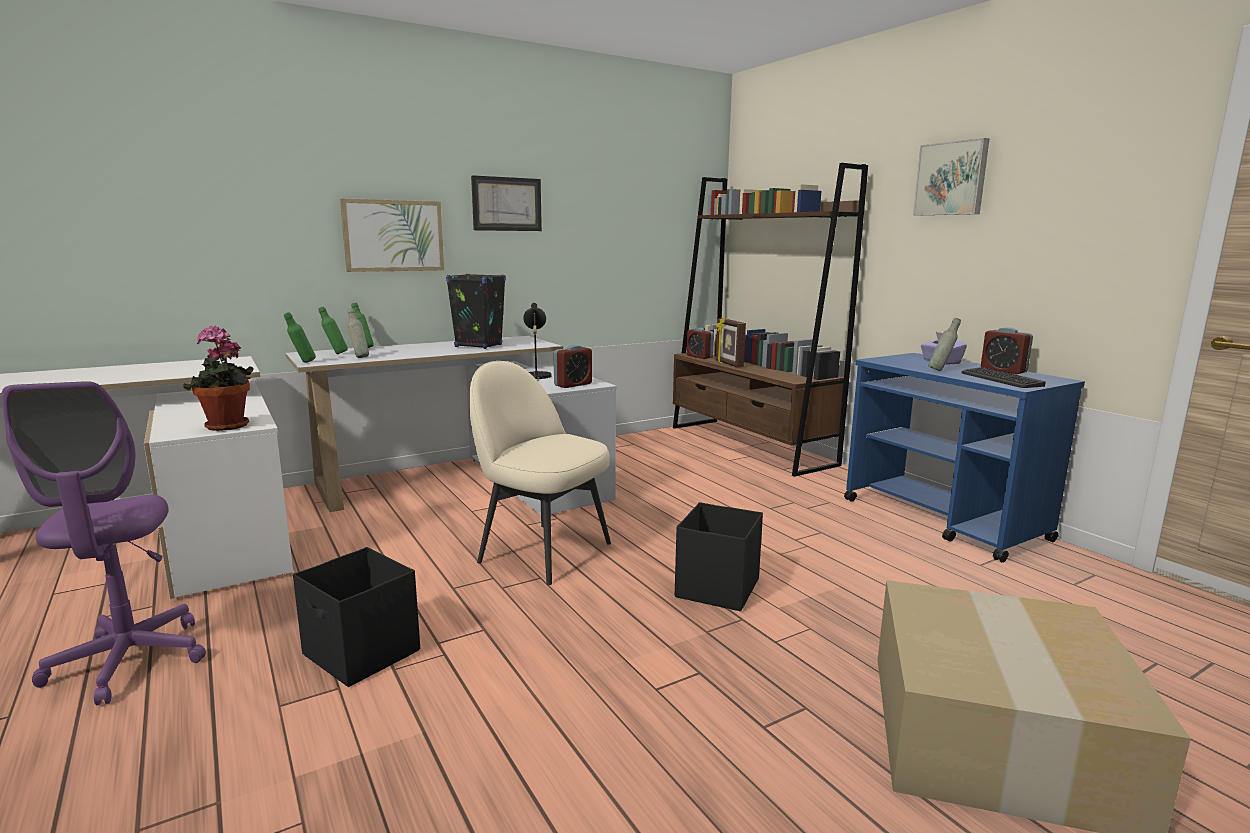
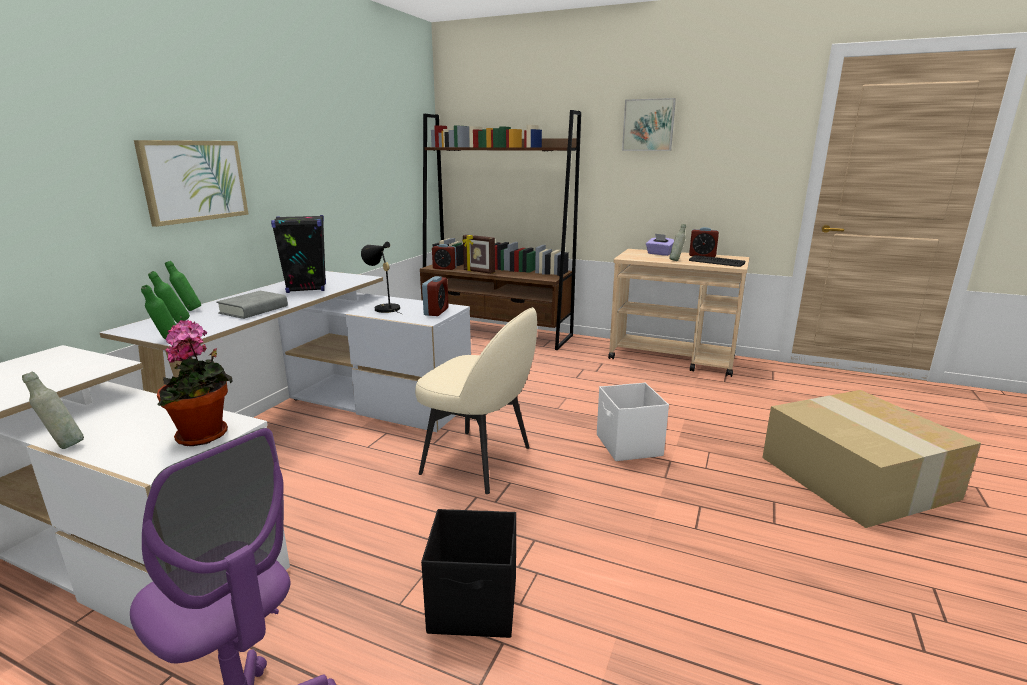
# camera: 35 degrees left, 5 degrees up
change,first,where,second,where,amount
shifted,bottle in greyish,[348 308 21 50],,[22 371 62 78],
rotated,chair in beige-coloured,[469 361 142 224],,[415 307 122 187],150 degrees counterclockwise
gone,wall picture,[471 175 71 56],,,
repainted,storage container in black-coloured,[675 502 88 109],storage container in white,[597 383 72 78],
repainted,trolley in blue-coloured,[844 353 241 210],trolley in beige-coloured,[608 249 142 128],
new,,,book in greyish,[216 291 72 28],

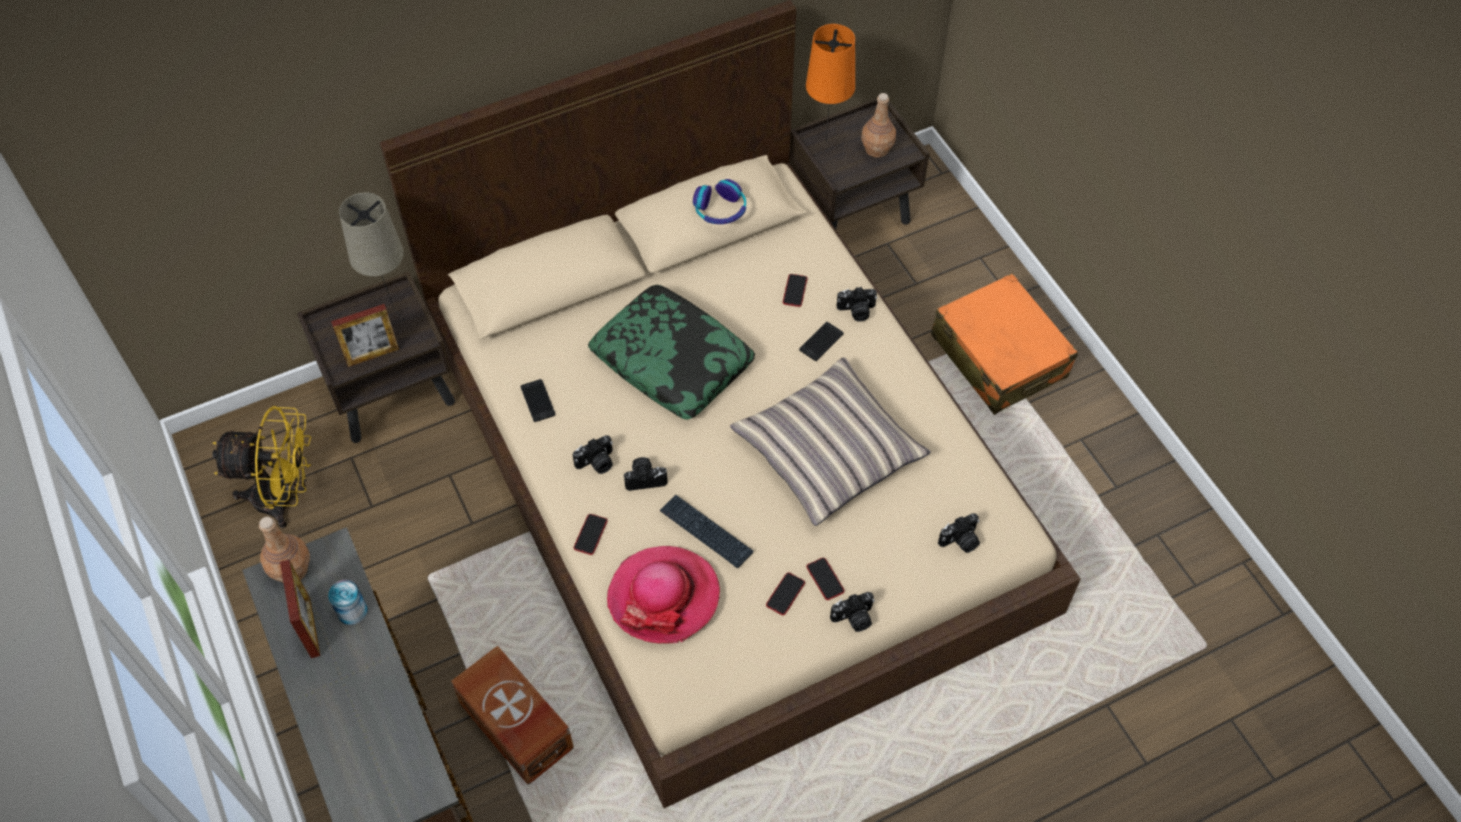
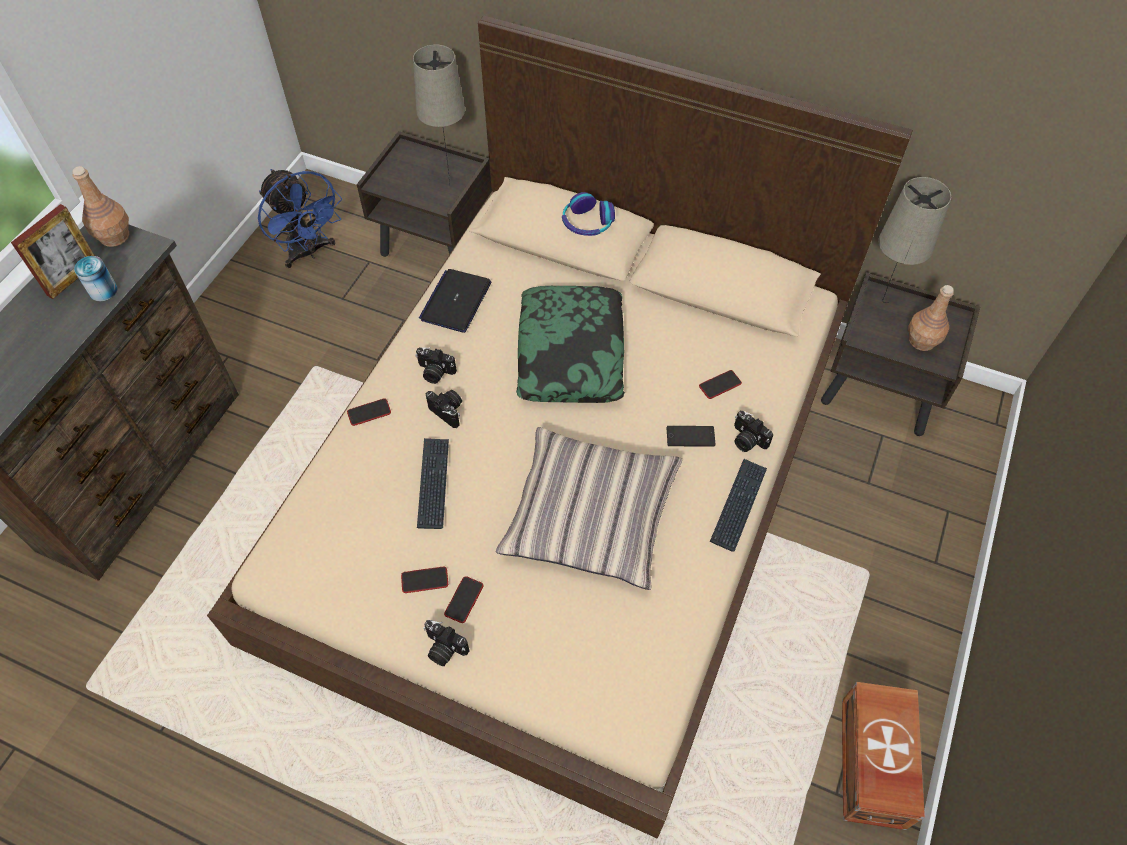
# camera: 50 degrees right, 0 degrees up
change,first,where,second,where,amount
repainted,electric fan in yellowish,[212 406 99 122],electric fan in blue-coloured,[258 169 84 99],
gone,picture frame,[331 304 68 63],,,
shifted,storage container in brown-coloured,[451 646 123 139],,[842 682 83 148],
swapped,handset,[520 379 36 43],notebook computer,[419 269 72 64],
gone,wearable hat,[607 546 113 98],,,
shifted,pair of headphones,[693 179 53 45],,[562 192 53 44],
repainted,table lamp in orange,[806 24 49 118],table lamp in beige-coloured,[878 177 73 126],
gone,piece of luggage in orange,[931 273 147 142],,,
gone,still camera,[938 513 42 40],,,
new,,,keyboard,[710 459 57 93],

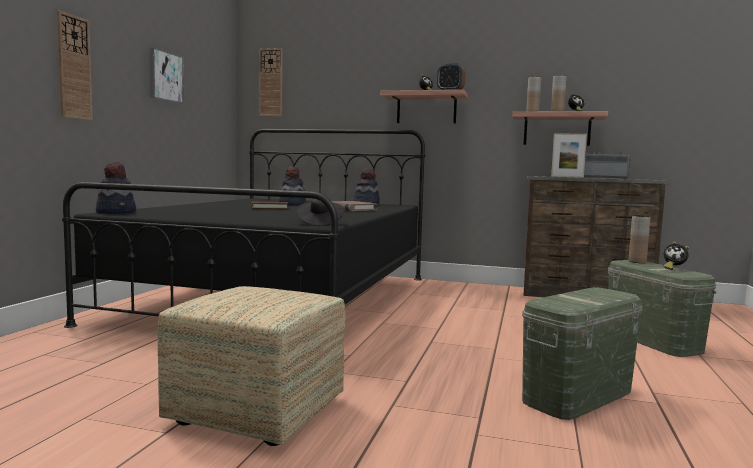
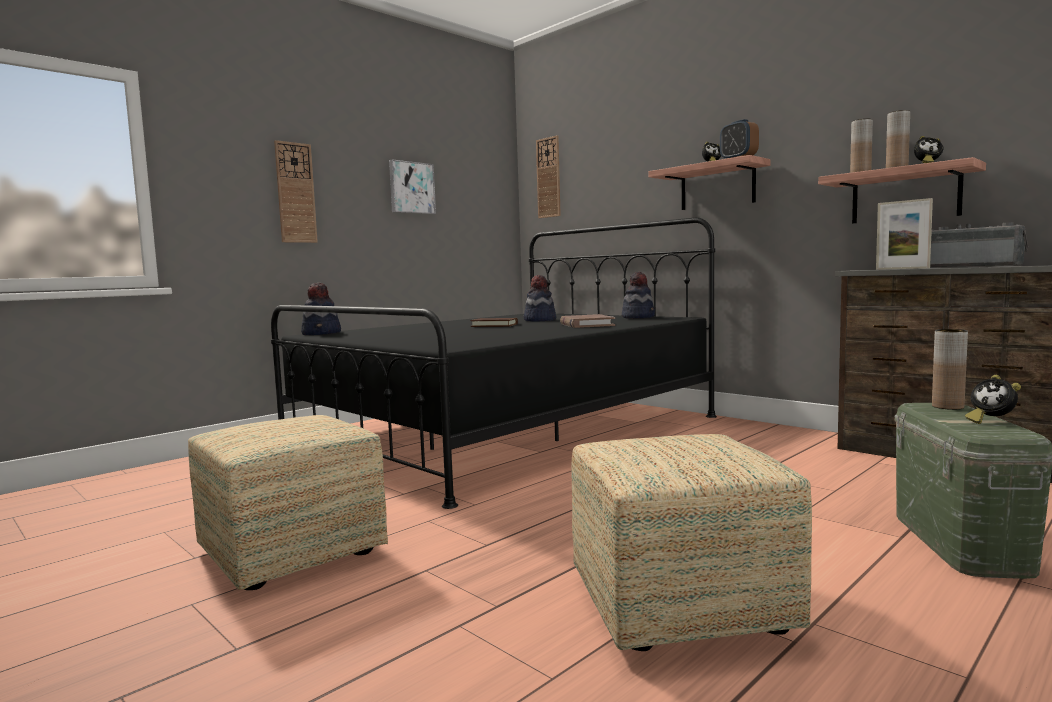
# camera: 30 degrees right, 0 degrees up
change,first,where,second,where,amount
gone,wearable hat in black-coloured,[296 198 48 28],,,
swapped,storage container in green,[522 287 121 133],footrest,[571 434 241 217],

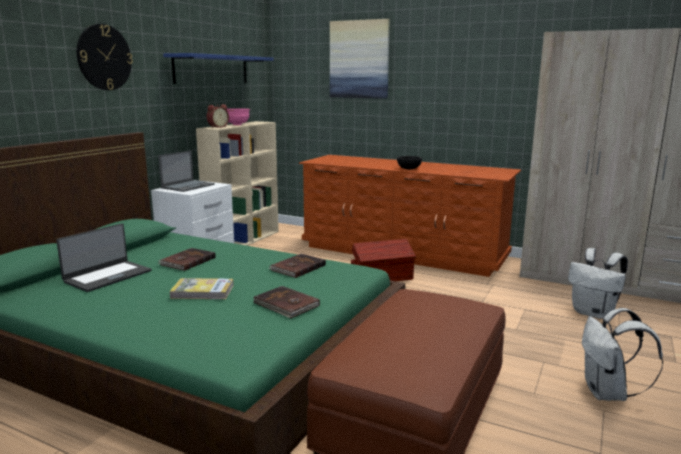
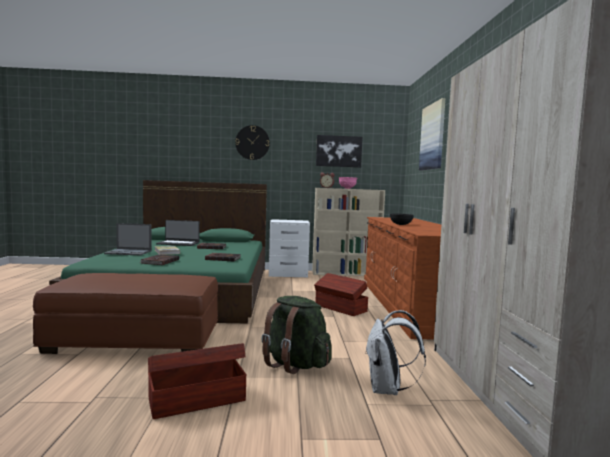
# camera: 60 degrees right, 10 degrees down
change,first,where,second,where,amount
shifted,notebook computer,[158 150 57 42],,[104 223 48 33],
swapped,shelf in blue-coloured,[163 53 111 31],wall picture,[316 135 47 33],
swapped,knapsack in white,[582 308 81 93],storage container in brown-coloured,[148 343 98 76],
new,,,knapsack in green,[261 296 71 78],

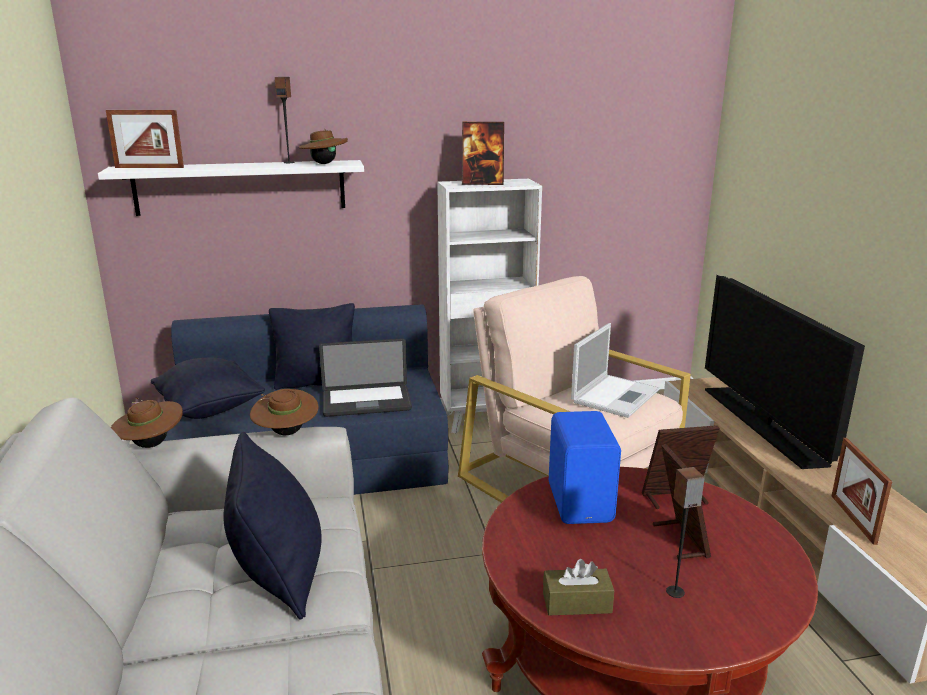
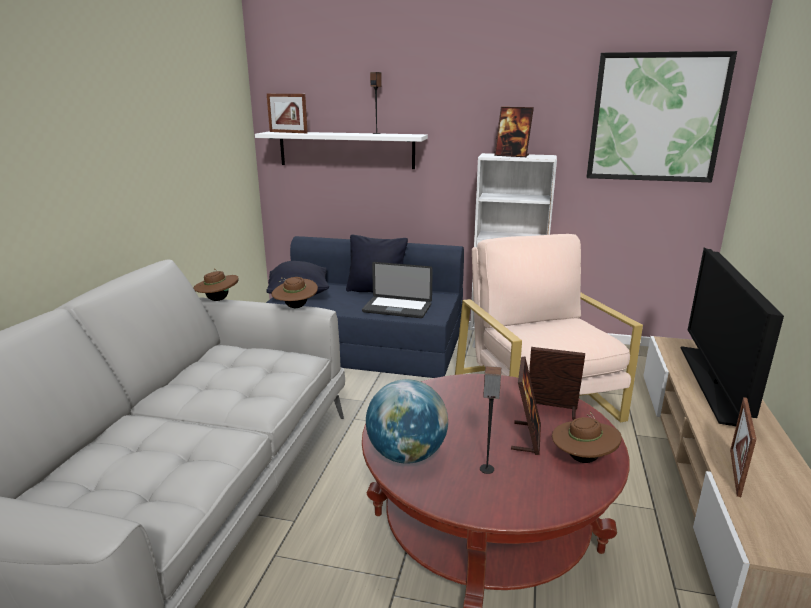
# camera: 25 degrees right, 0 degrees up
change,first,where,second,where,amount
gone,cushion in black-coloured,[223 432 99 187],,,
shifted,wearable hat in brown-coloured,[298 129 50 35],,[552 412 70 51],
swapped,tissue box in brown-coloured,[543 559 71 56],world globe,[366 379 82 85],
gone,audio speaker in blue-coloured,[549 411 72 113],,,
gone,notebook computer,[571 323 89 95],,,
new,,,wall picture,[587 51 150 131],

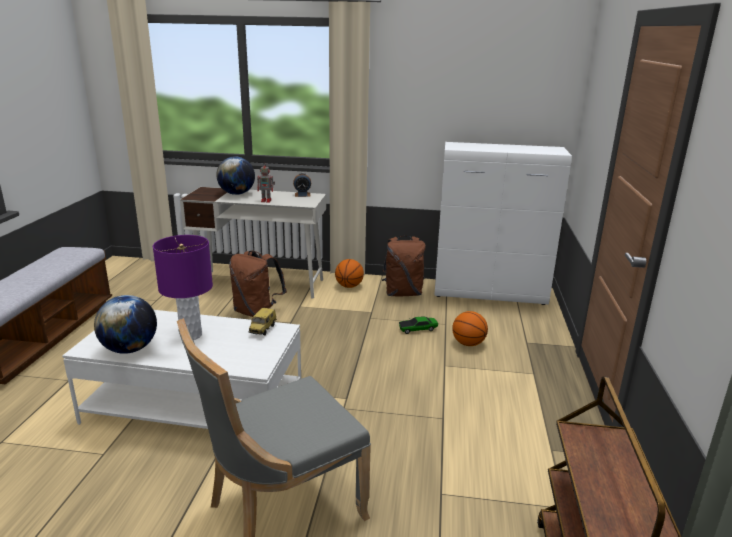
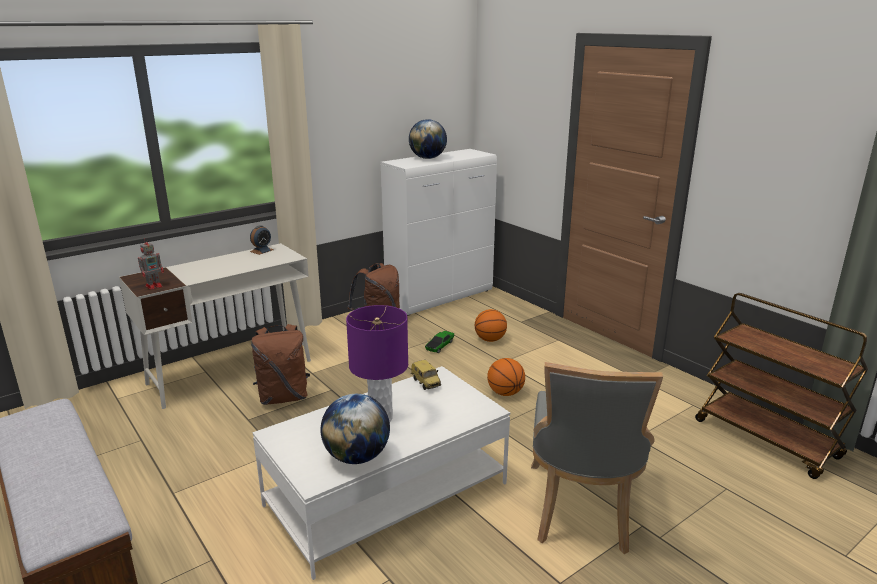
# camera: 45 degrees left, 0 degrees up
change,first,where,second,where,amount
shifted,world globe,[216 156 39 39],,[409 119 38 40],
shifted,robot figure,[257 162 18 40],,[138 238 26 52],
shifted,ball for basketball,[335 259 29 29],,[487 358 38 38],

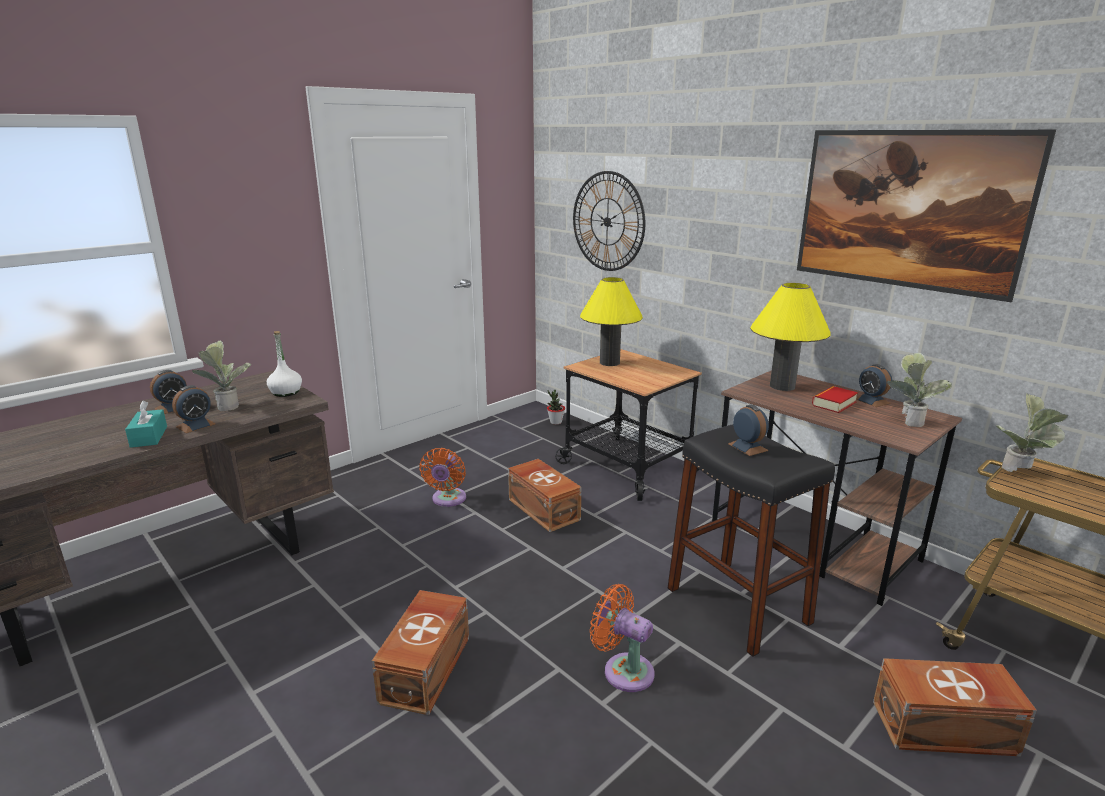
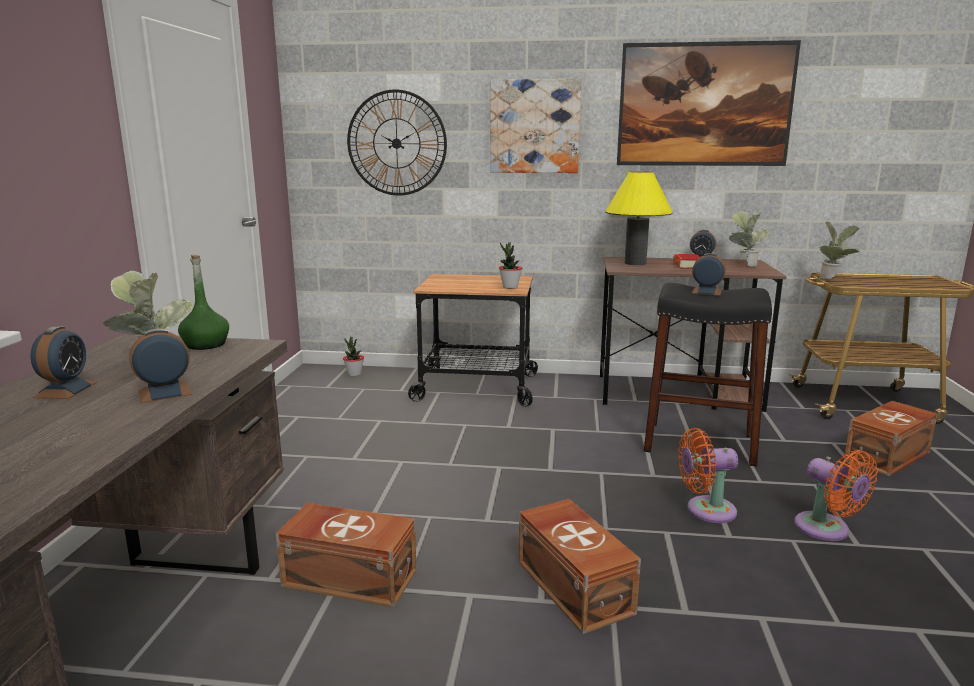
# camera: 40 degrees left, 5 degrees down
change,first,where,second,where,amount
gone,tissue box in turquoise,[125 401 42 47],,,
rotated,alarm clock,[172 385 44 48],,[129 328 63 75],120 degrees counterclockwise
repainted,bottle in white,[267 331 35 66],bottle in green,[178 255 51 95],
shifted,electric fan in orange,[419 448 47 59],,[794 450 84 91],
shifted,storage container in brown-coloured,[508 459 73 73],,[276 503 141 104],
gone,table lamp in yellowish,[580 277 63 89],,,
new,,,wall picture,[490 79 91 94],
new,,,plant in a pot,[499 242 23 47],

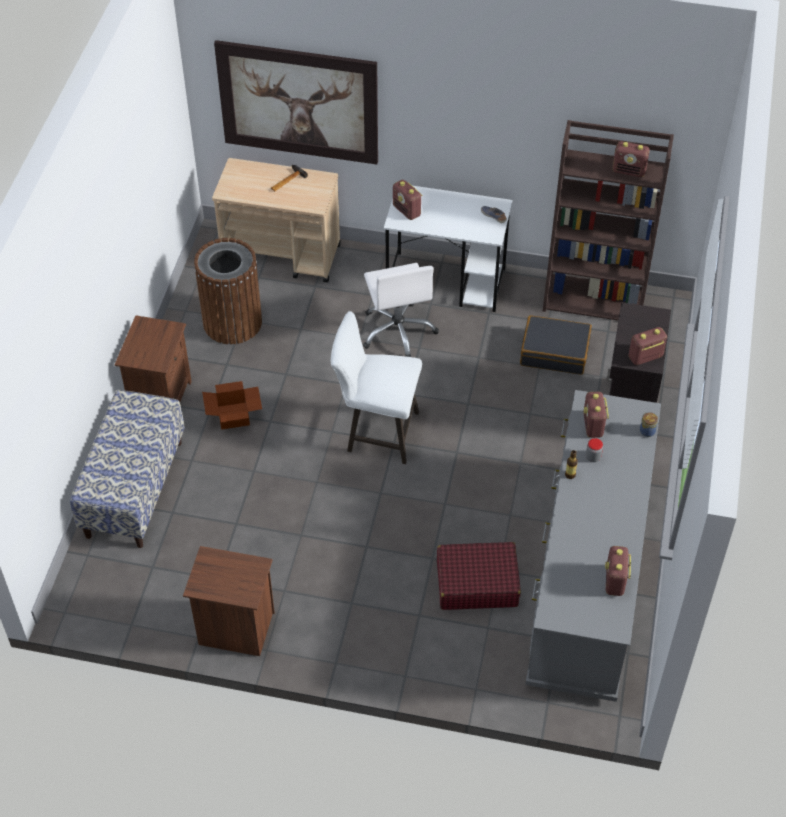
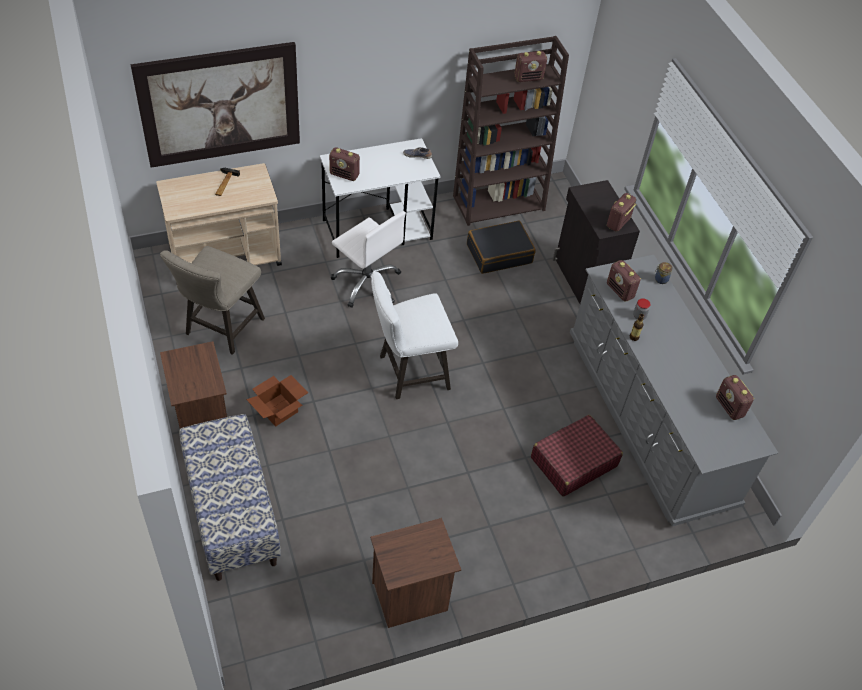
# camera: 35 degrees left, 0 degrees up
change,first,where,second,where,amount
swapped,rubbish bin in brown-coloured,[194 238 68 106],stool in beige-coloured,[160 246 105 109],

